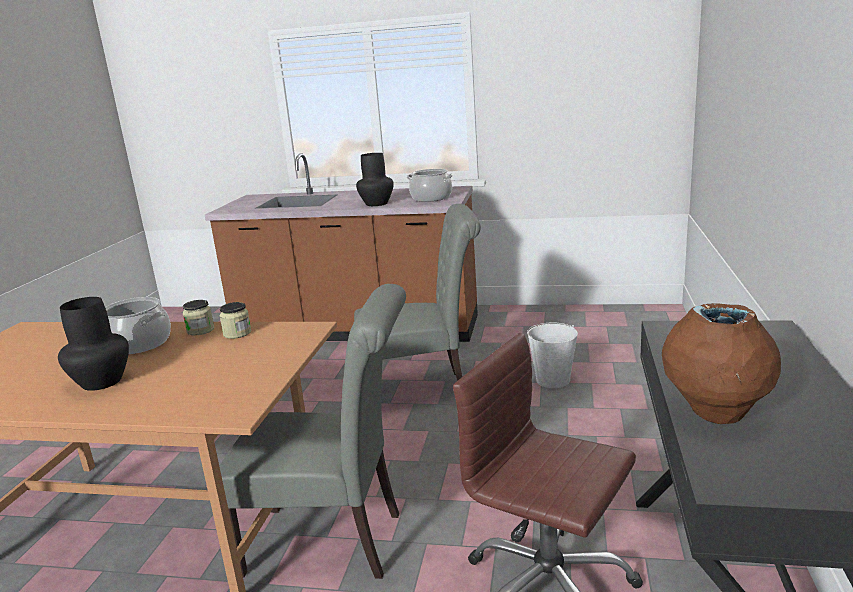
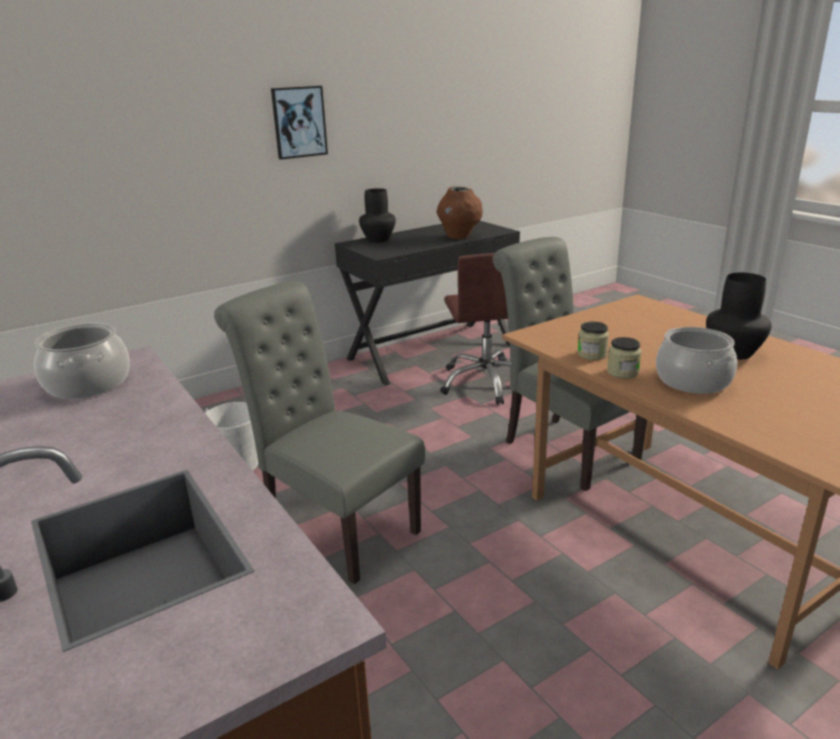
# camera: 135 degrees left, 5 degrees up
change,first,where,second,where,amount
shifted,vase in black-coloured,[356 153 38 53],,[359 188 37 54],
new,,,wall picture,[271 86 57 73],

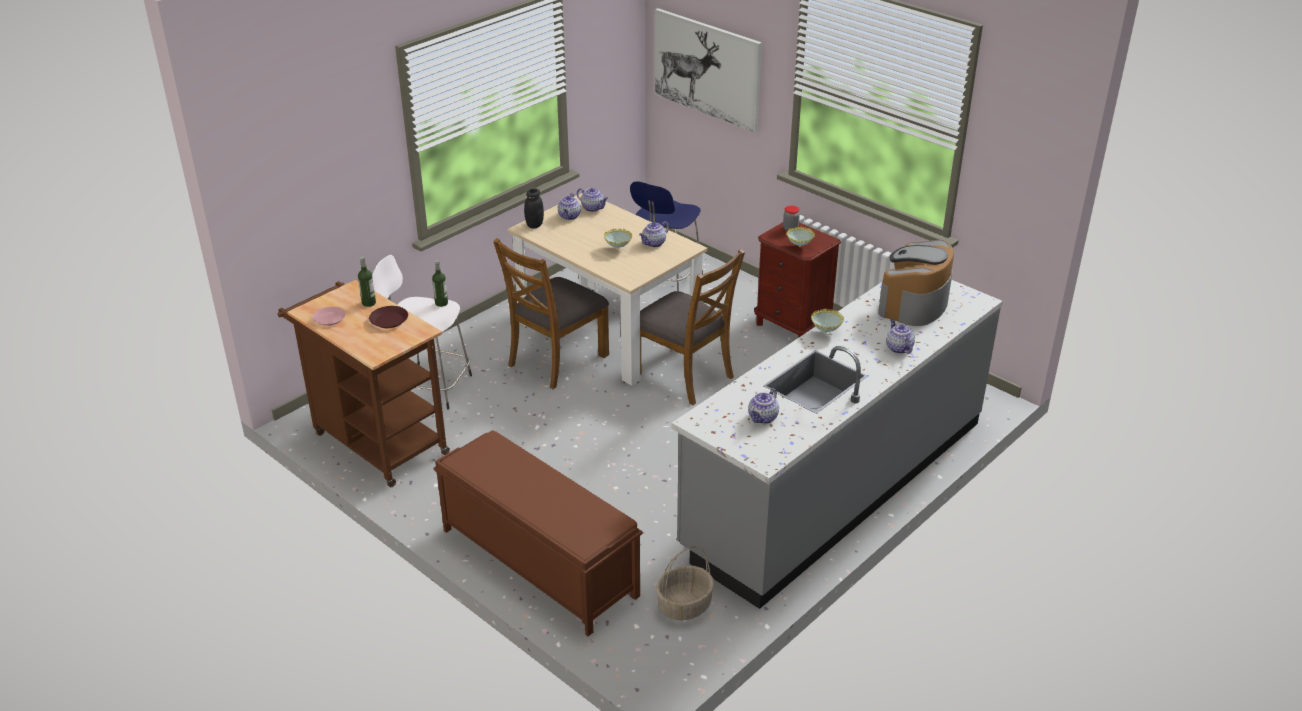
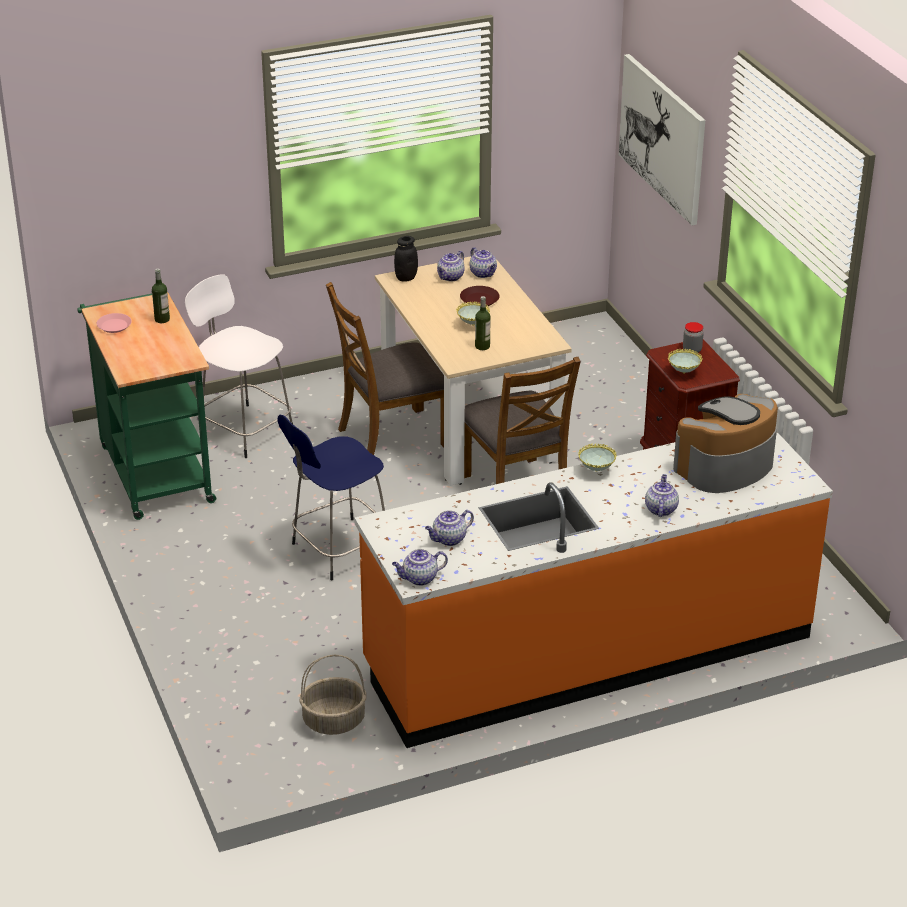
# camera: 25 degrees right, 0 degrees up
change,first,where,second,where,amount
repainted,trolley in brown-coloured,[277 280 173 207],trolley in green,[77 292 139 228],
shifted,plate in brown-coloured,[369 306 39 22],,[460 286 40 20],
shifted,bottle,[432 260 16 47],,[475 296 16 54],
gone,bench in brown-coloured,[434 430 209 206],,,
shifted,stool in blue-coloured,[630 181 73 110],,[277 415 108 165],
shifted,tea pot,[639 221 30 26],,[392 549 56 37],
repainted,counter in greyish,[672 280 331 329],counter in orange,[354 432 479 316],

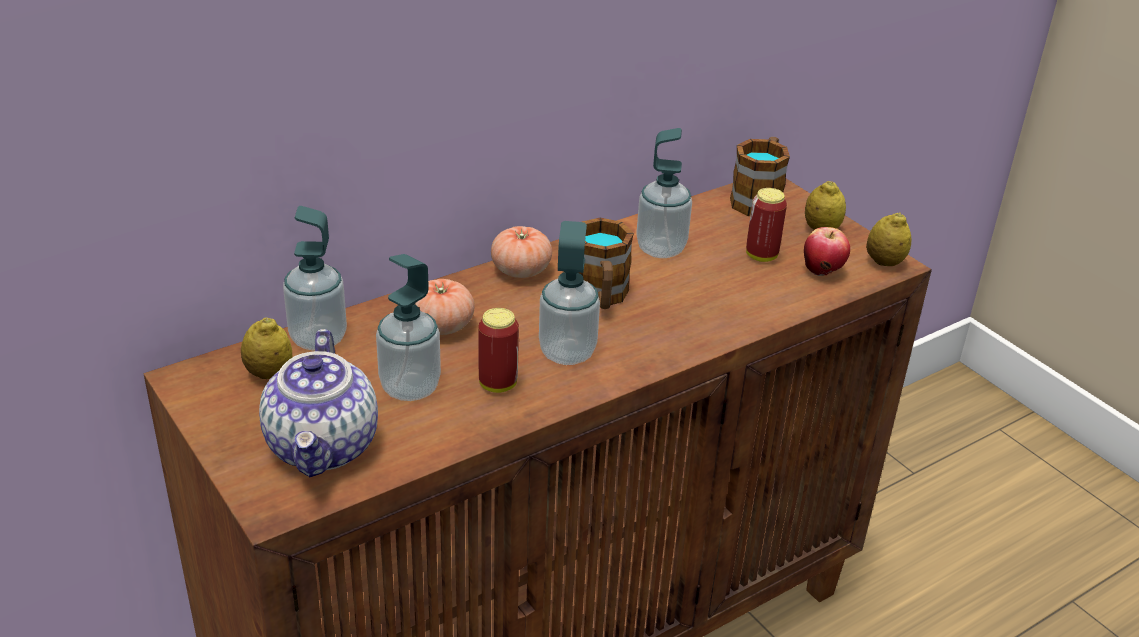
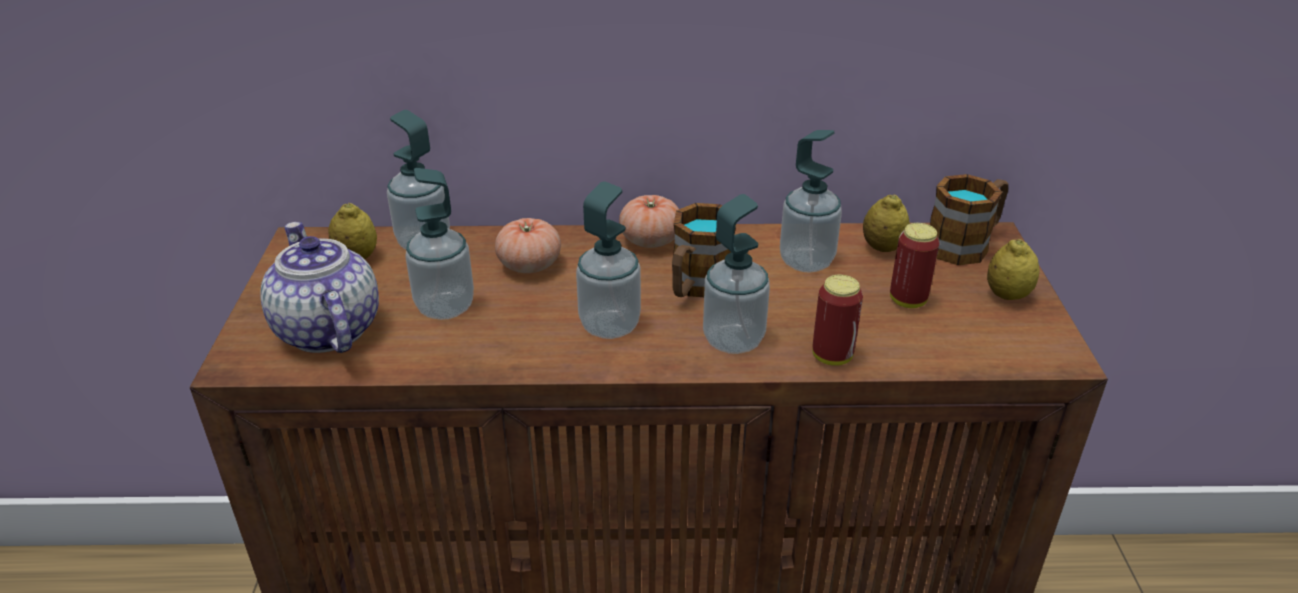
# camera: 35 degrees right, 0 degrees up
change,first,where,second,where,amount
rotated,tea pot,[259 329 119 148],,[260 222 119 131],120 degrees clockwise
shifted,sealed can,[478 308 41 85],,[812 274 51 92],
gone,apple,[804 227 46 49],,,
shifted,whole lemon,[866 212 45 54],,[863 194 47 58],
new,,,soap bottle,[703 194 67 160],

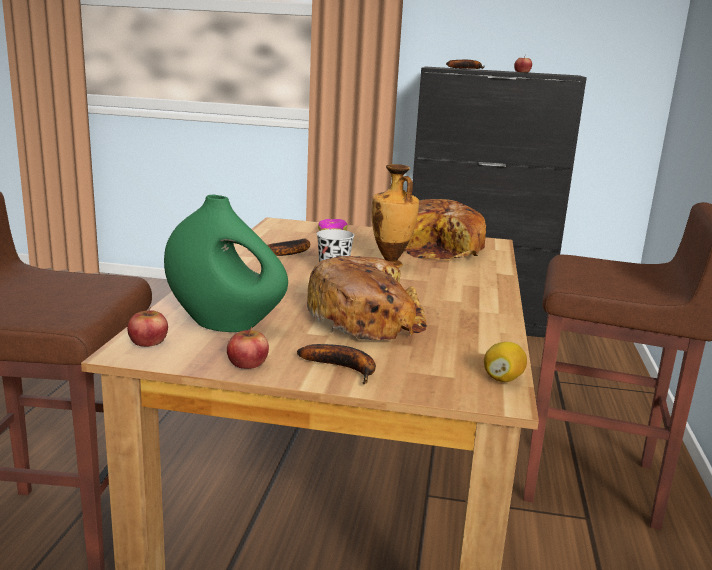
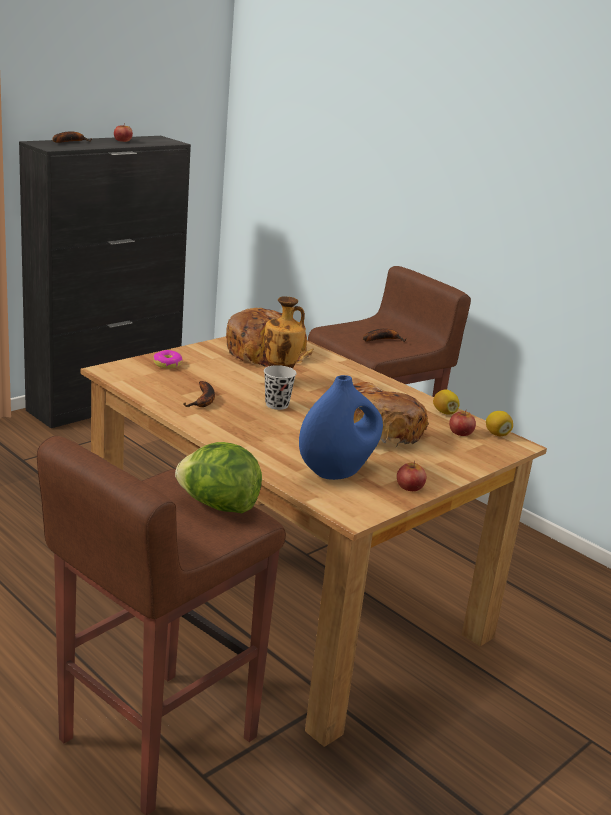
# camera: 55 degrees left, 5 degrees up
change,first,where,second,where,amount
shifted,apple,[127 307 41 40],,[449 410 27 26],
repainted,vase in green,[164 195 124 137],vase in blue-coloured,[299 375 84 105],
shifted,whole banana,[297 344 79 40],,[363 329 43 13],
new,,,lettuce,[175 442 87 71],
new,,,whole lemon,[433 389 27 25],

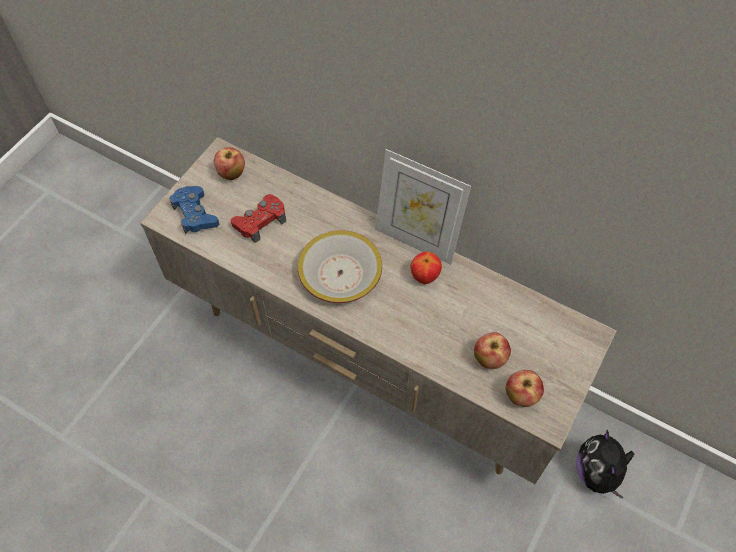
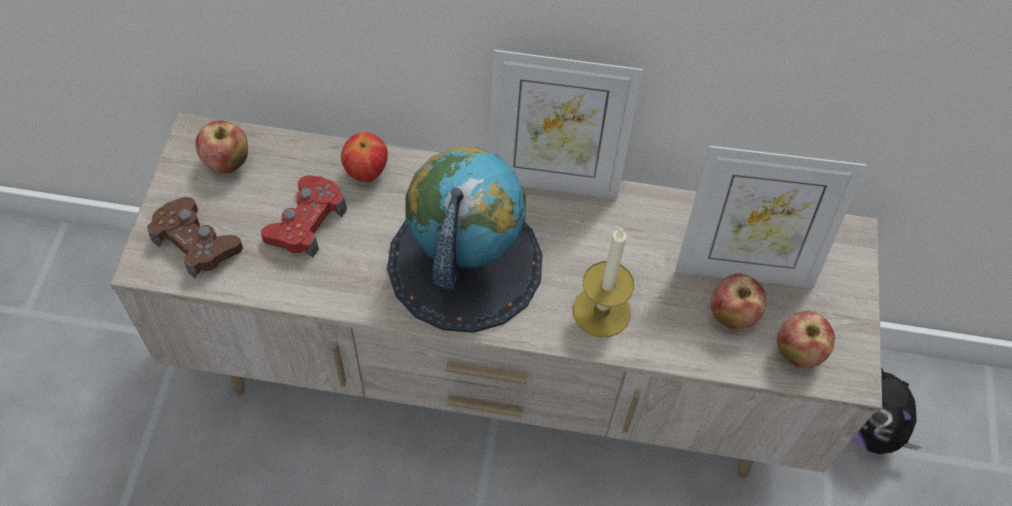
# camera: 25 degrees left, 0 degrees up
change,first,where,second,where,amount
repainted,game controller in blue-coloured,[169 186 50 48],game controller in brown-coloured,[147 197 96 82],
swapped,serving bowl,[298 230 84 73],world globe,[387 147 156 186],
shifted,apple,[411 252 31 32],,[341 132 47 50],
new,,,wax light,[573 228 61 109],
new,,,picture frame,[675 146 192 143],

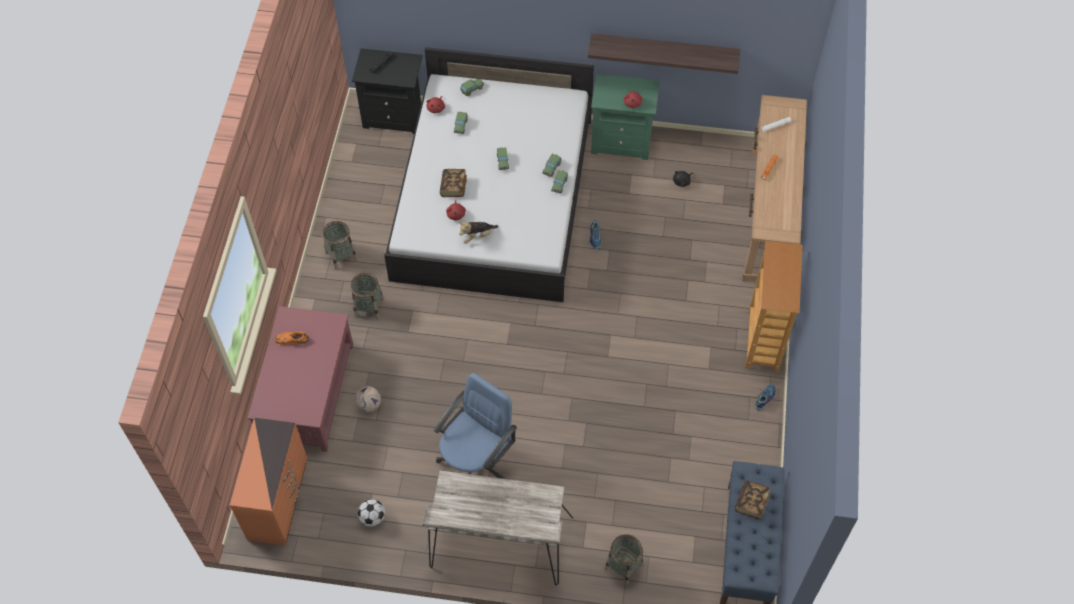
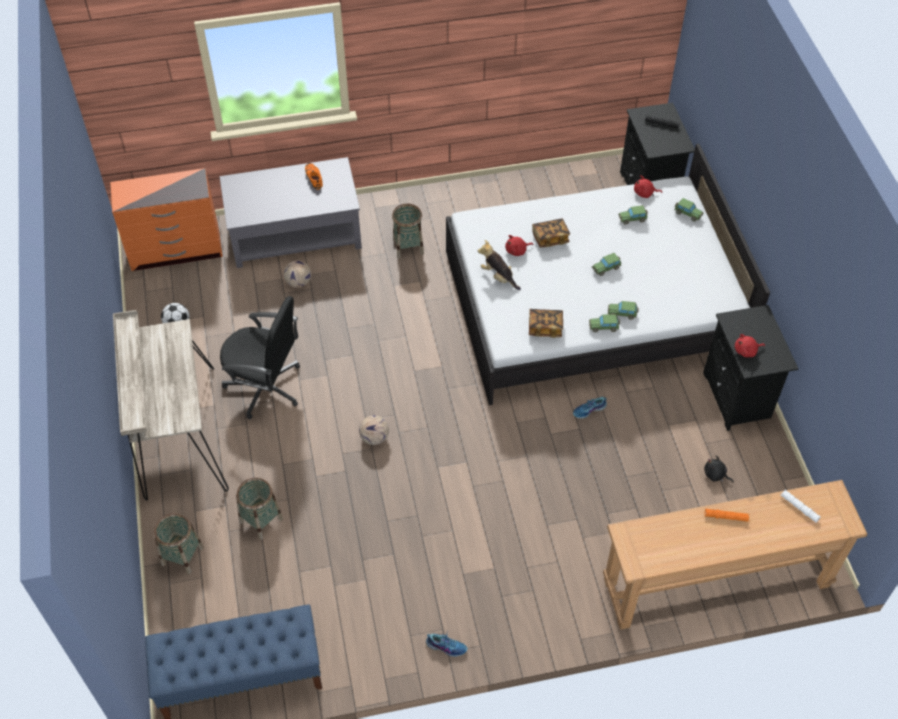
# camera: 70 degrees right, 5 degrees down
change,first,where,second,where,amount
repainted,coffee table in reddish,[248 306 105 146],coffee table in greyish,[219 157 143 111],
shifted,household basket,[322 221 35 49],,[236 478 47 62],
repainted,desk chair in blue-coloured,[434 373 83 106],desk chair in black-coloured,[220 296 80 123],
gone,shelf,[588 33 152 41],,,
repainted,bedside table in green,[591 74 69 86],bedside table in black-coloured,[703 305 96 126],
shifted,book,[735 481 35 39],,[529 309 34 29],
gone,shelving unit,[745 241 58 131],,,
new,,,ball for football,[359 415 30 30],

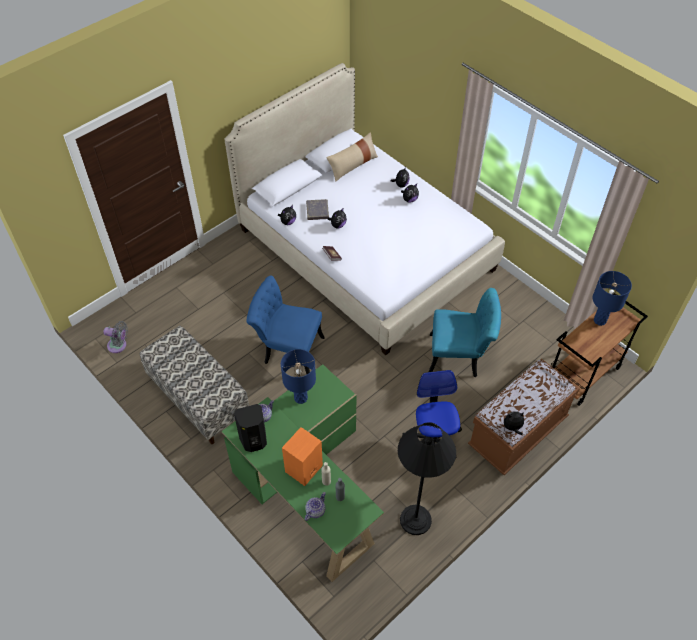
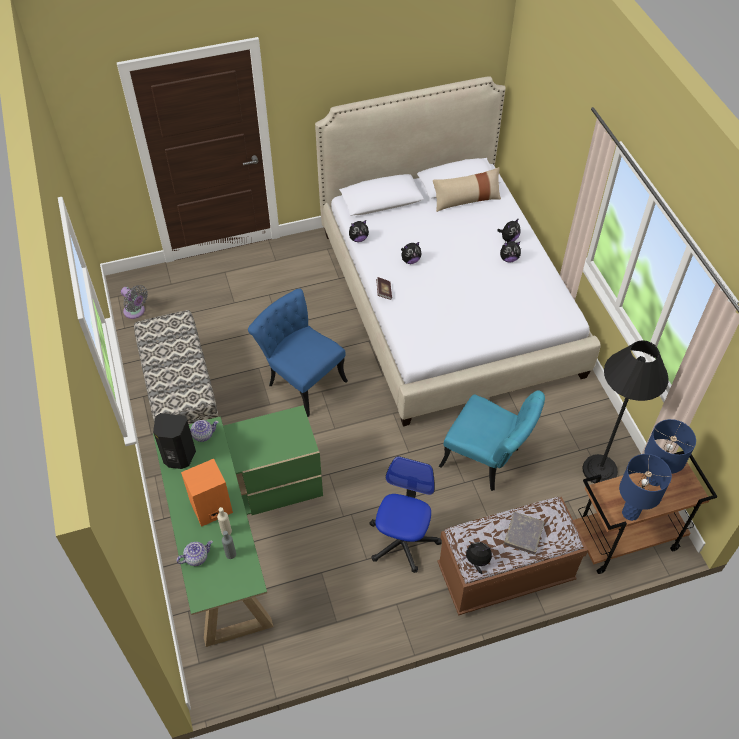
# camera: 25 degrees right, 0 degrees up
change,first,where,second,where,amount
shifted,table lamp in blue-coloured,[281 349 35 55],,[619 454 53 67],
shifted,book in greyish,[306 199 23 21],,[504 512 41 43],
shifted,standard lamp in black-coloured,[398 422 58 113],,[582 340 87 144],

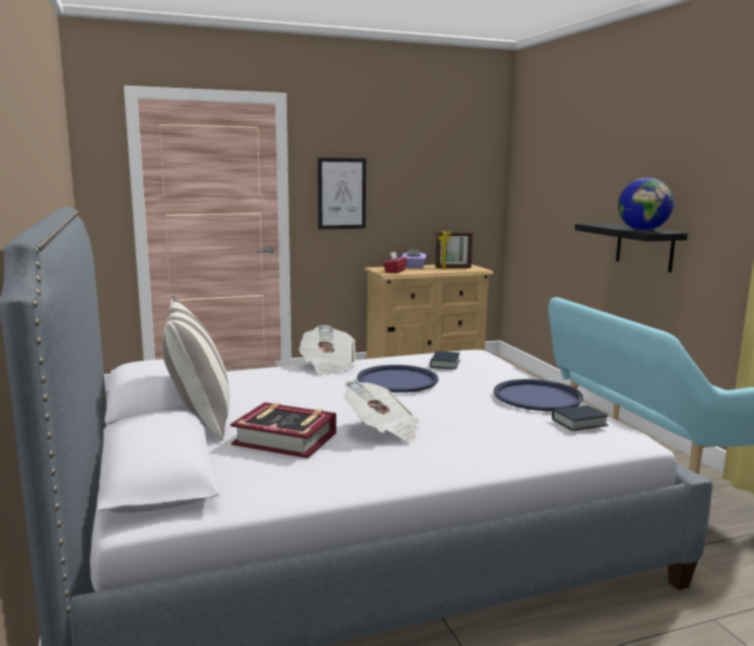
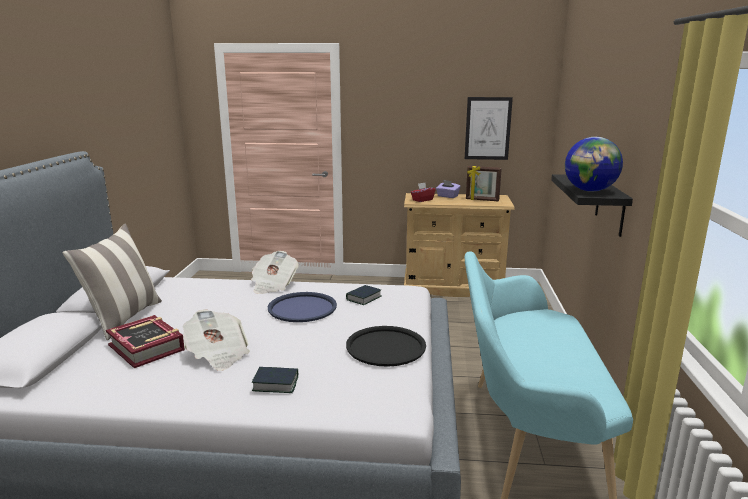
# camera: 25 degrees right, 5 degrees up
change,first,where,second,where,amount
shifted,wall picture,[318 158 48 71],,[465 97 48 63],
repainted,carrying tray in blue-coloured,[494 379 89 32],carrying tray in black-coloured,[346 326 80 41],
shifted,book,[552 405 57 26],,[252 367 46 26],

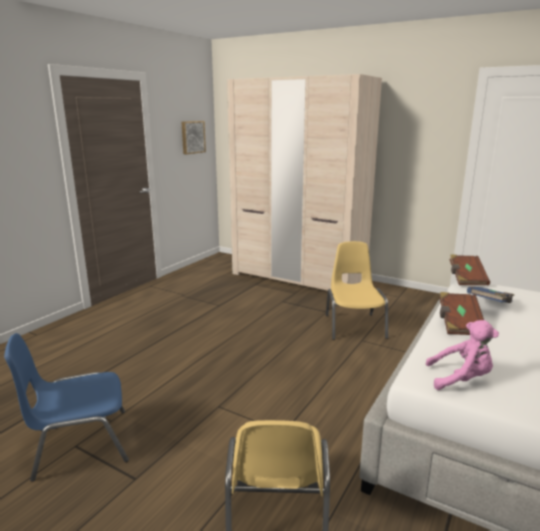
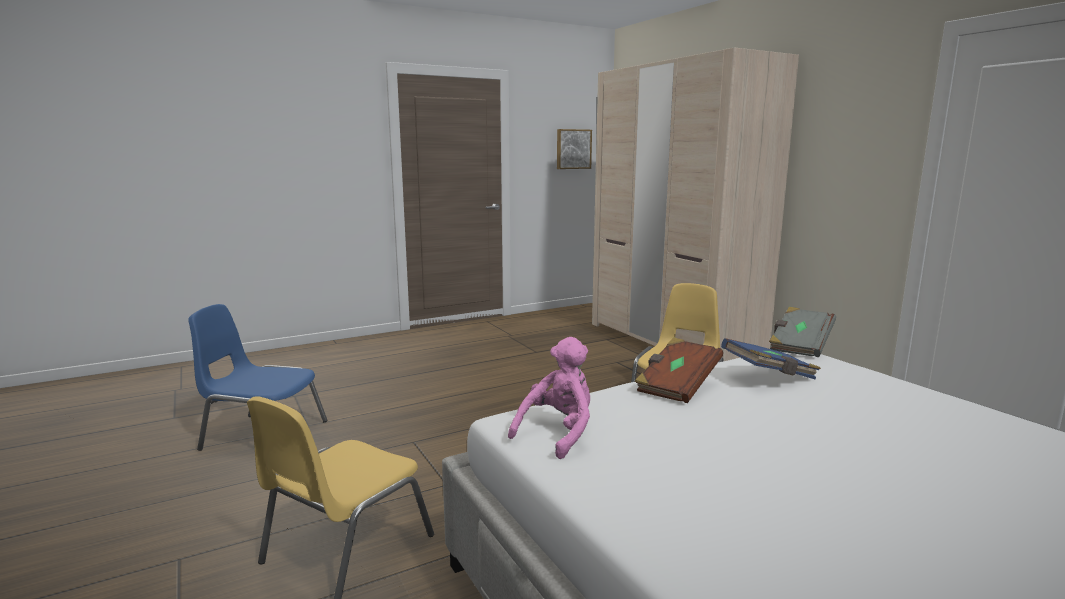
# camera: 30 degrees right, 5 degrees down
change,first,where,second,where,amount
rotated,plush toy in pink,[426 320 73 70],,[508 337 82 122],90 degrees counterclockwise
repainted,book in brown-coloured,[450 254 40 31],book in greyish,[769 307 67 50],

